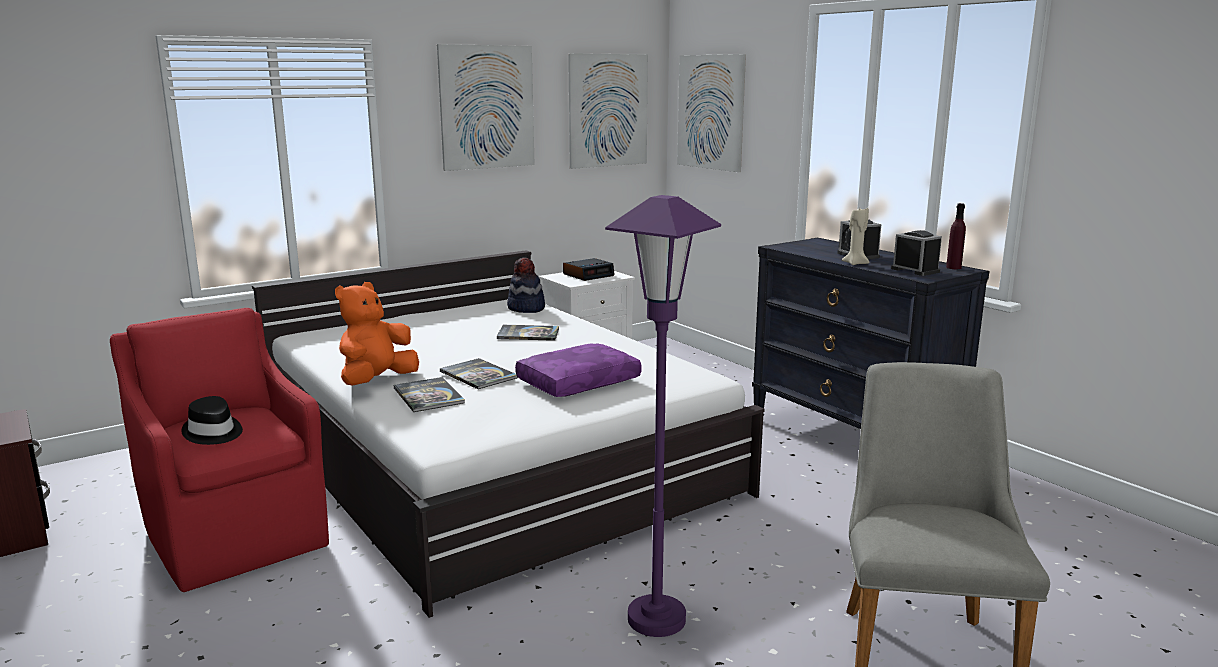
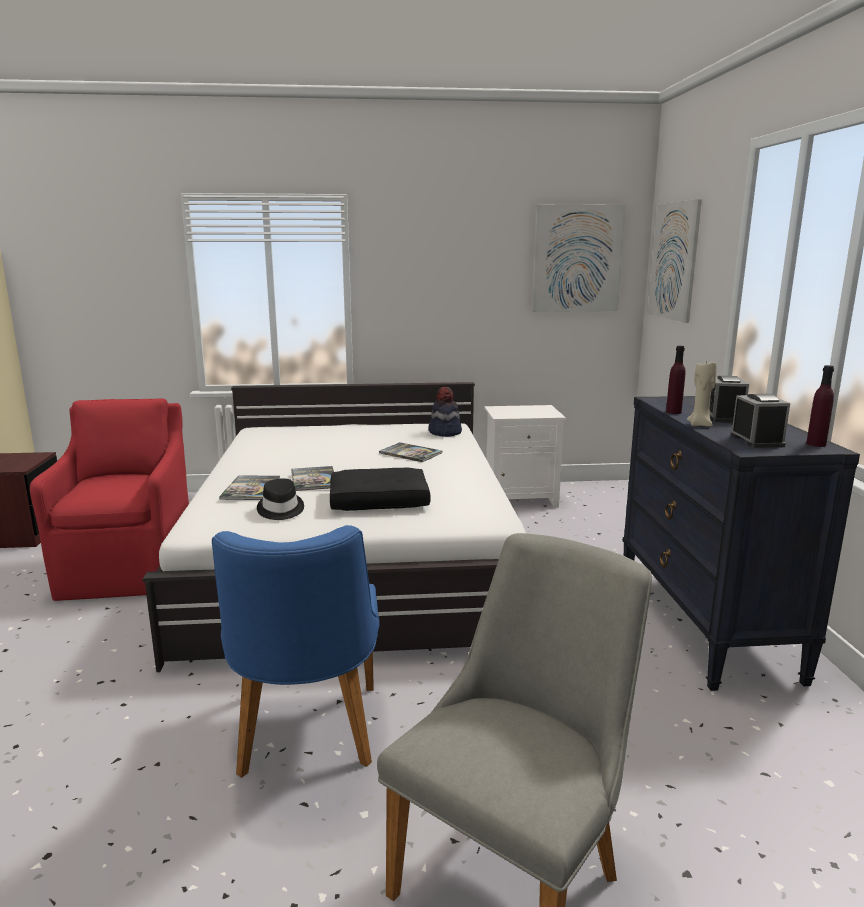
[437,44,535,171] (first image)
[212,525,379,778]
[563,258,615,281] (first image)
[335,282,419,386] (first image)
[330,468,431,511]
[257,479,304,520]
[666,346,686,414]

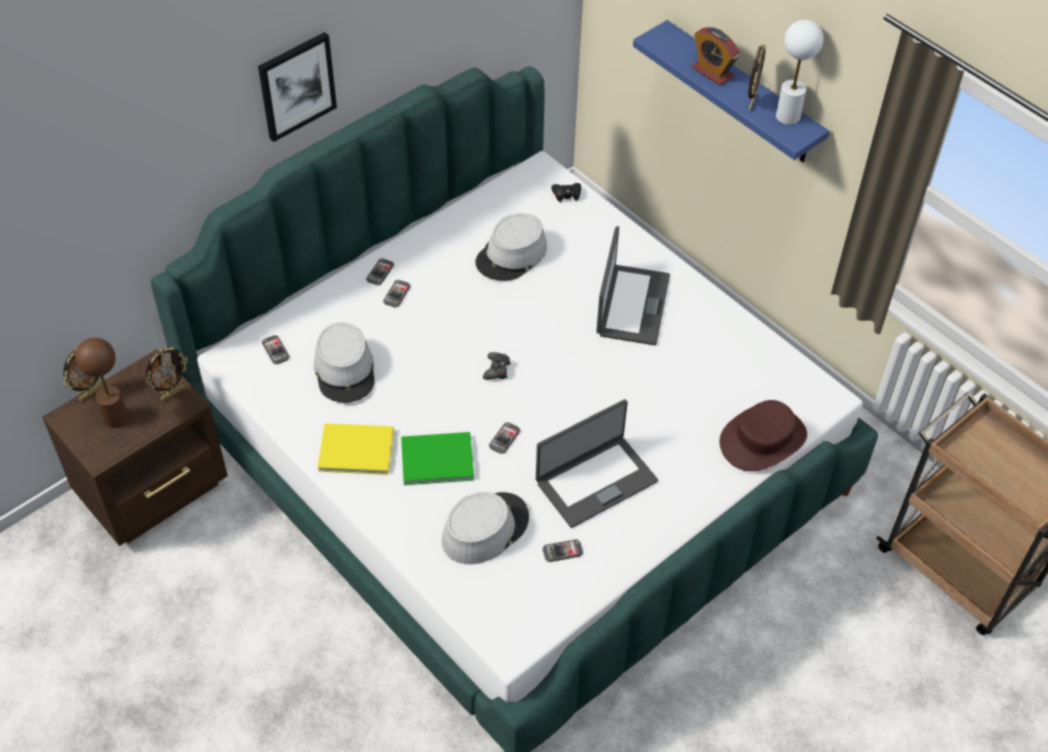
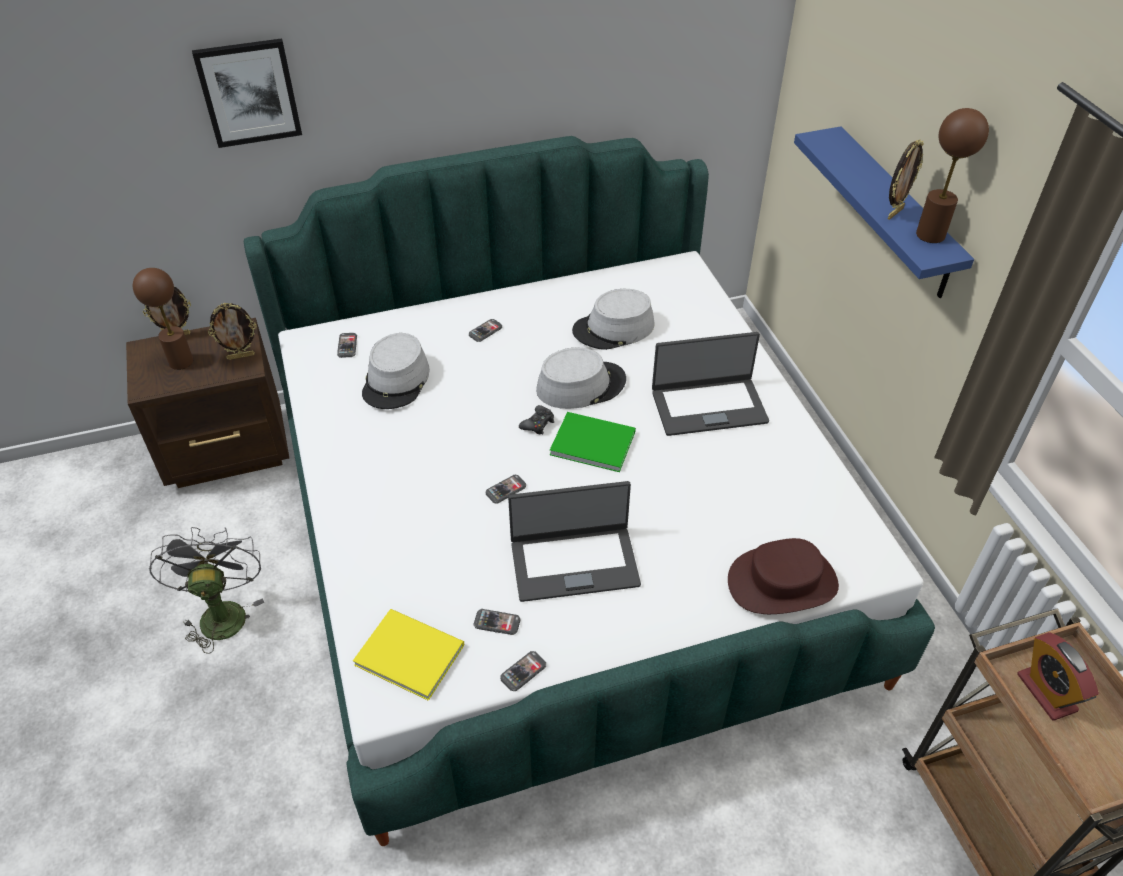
[916,108,989,243]
[1017,632,1099,721]
[192,38,302,148]
[551,183,581,202] (first image)
[652,332,769,436]
[500,651,546,691]
[353,609,464,701]
[550,412,636,472]
[536,348,626,409]
[149,527,264,654]

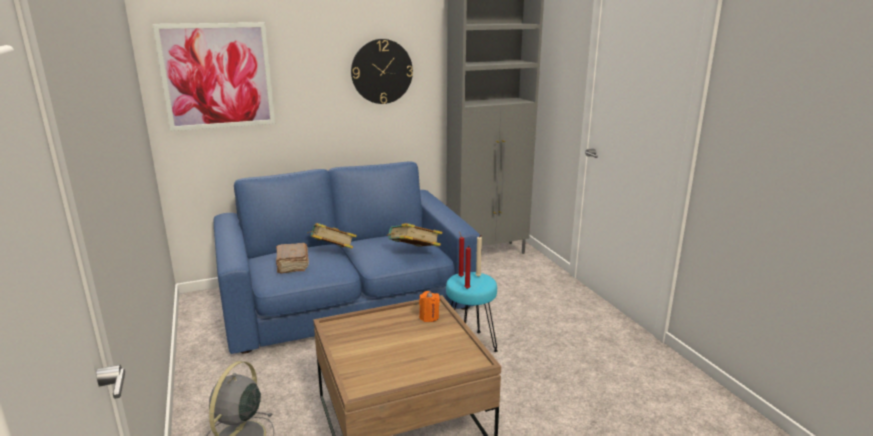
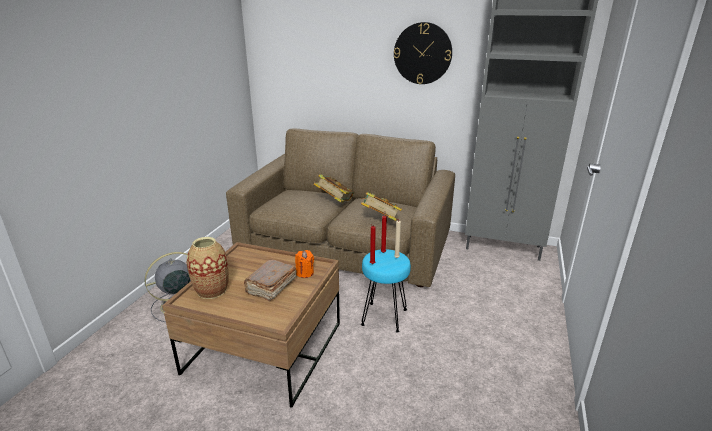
[153,23,275,131] (first image)
[226,129,455,287]
[244,260,297,301]
[187,237,229,299]

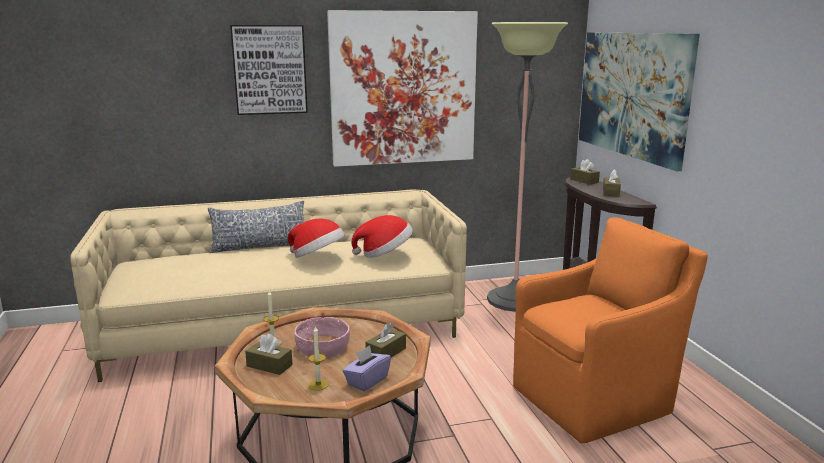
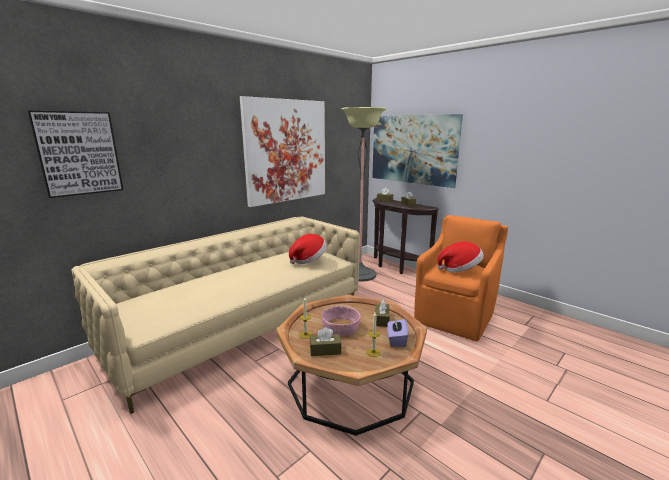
[28,110,123,198]
[208,201,304,253] (first image)
[437,241,484,272]

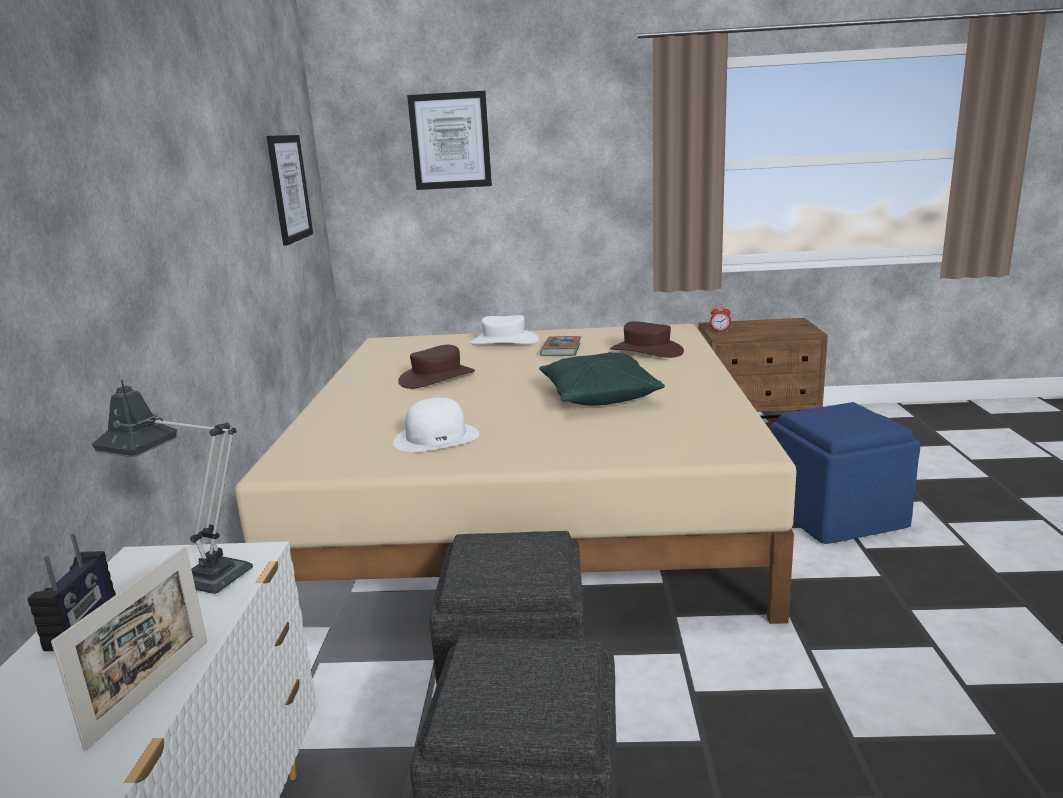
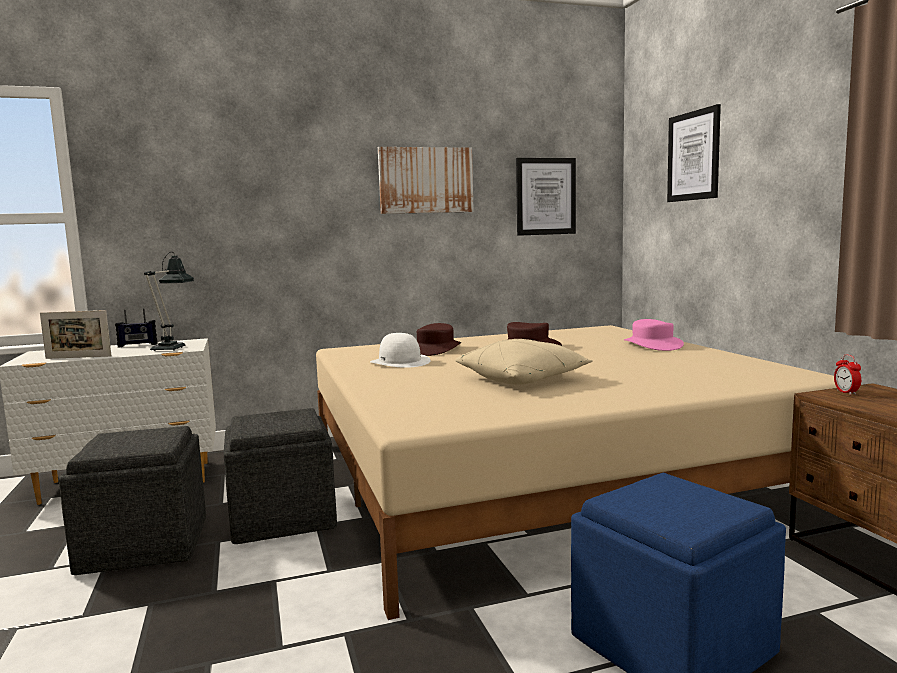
[624,319,684,351]
[417,323,461,356]
[540,336,581,356] (first image)
[455,339,593,385]
[378,147,474,214]

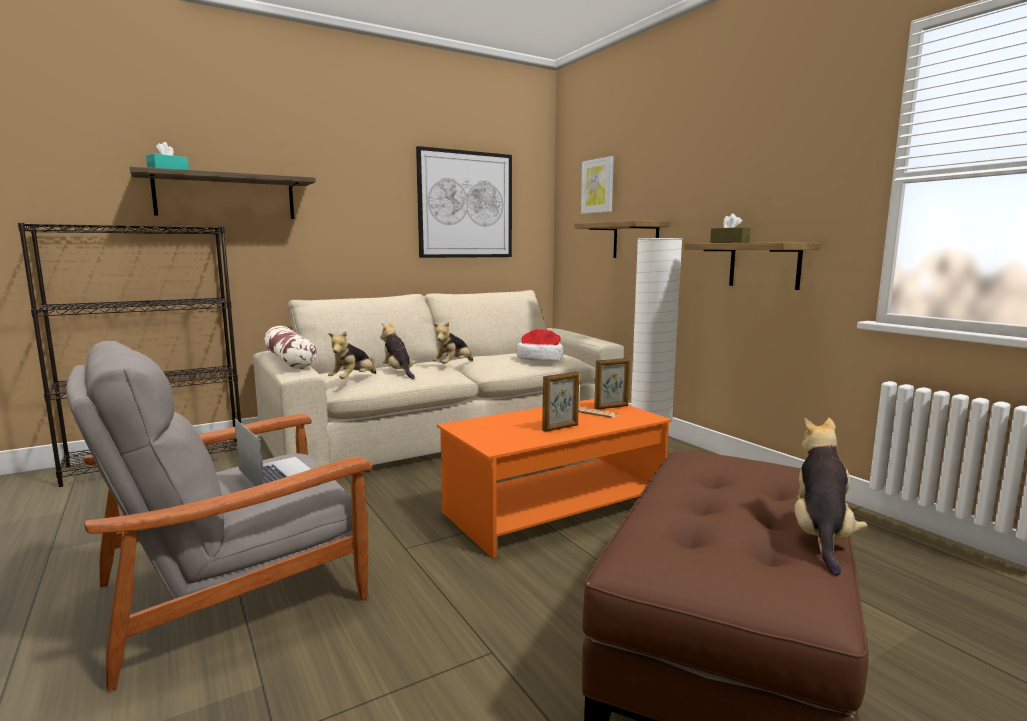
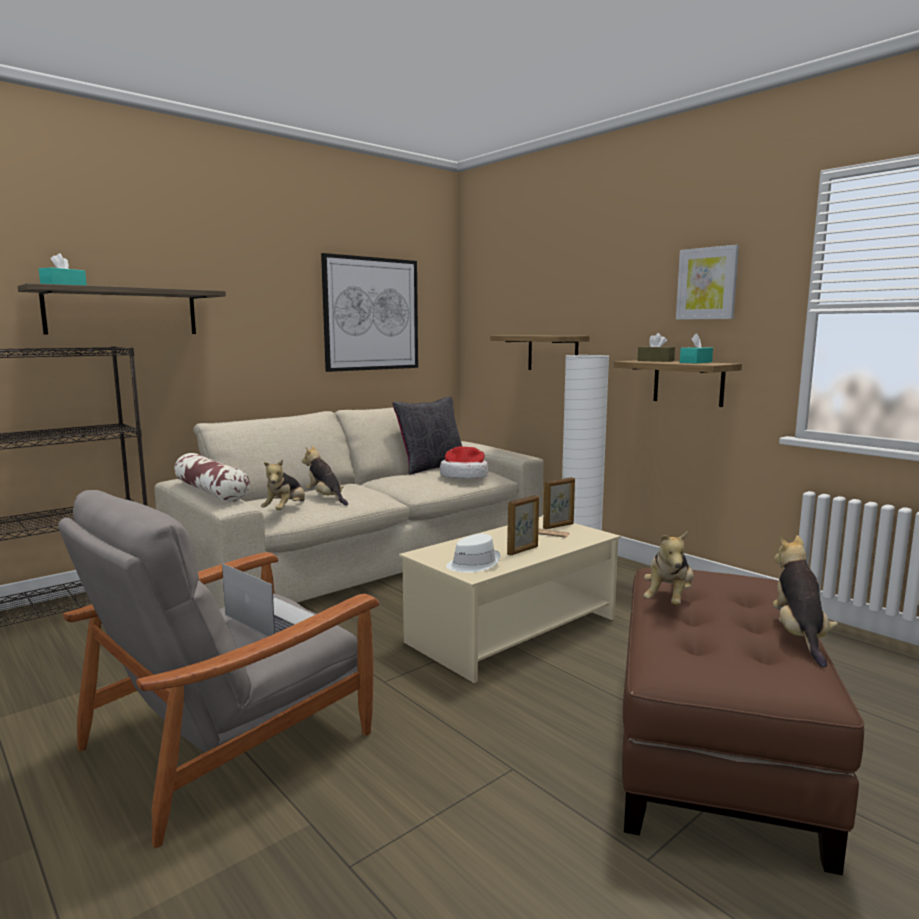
[676,245,739,320]
[644,531,694,606]
[399,516,621,683]
[680,333,713,364]
[392,397,462,475]
[446,534,501,573]

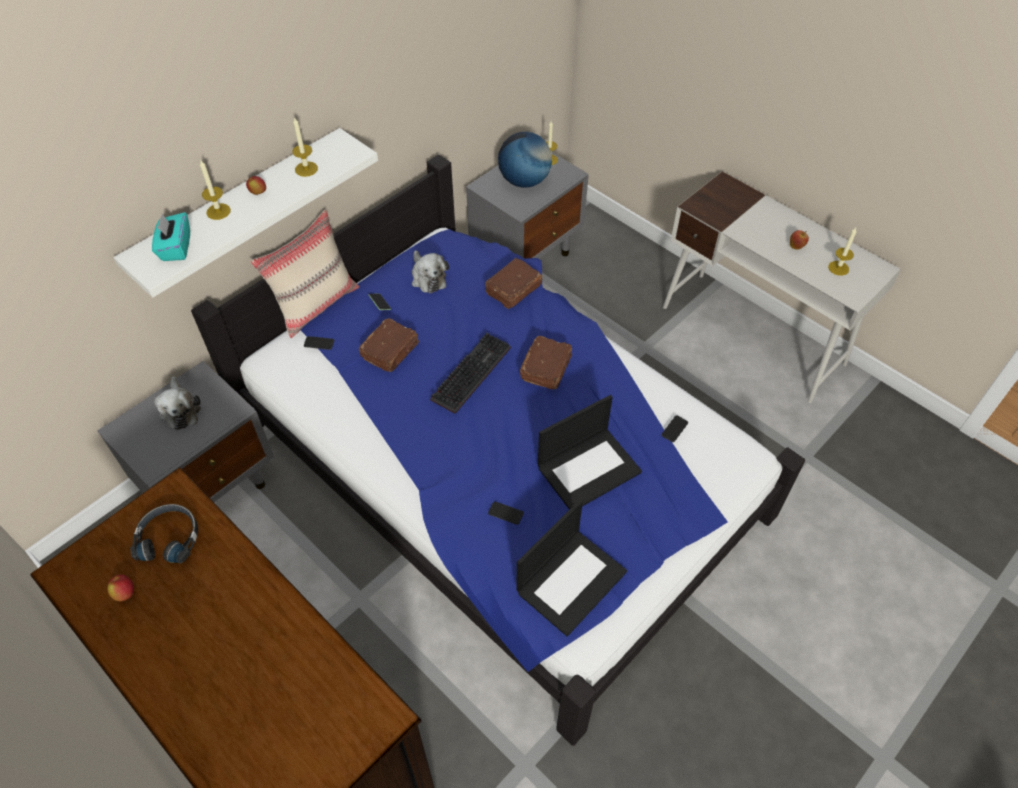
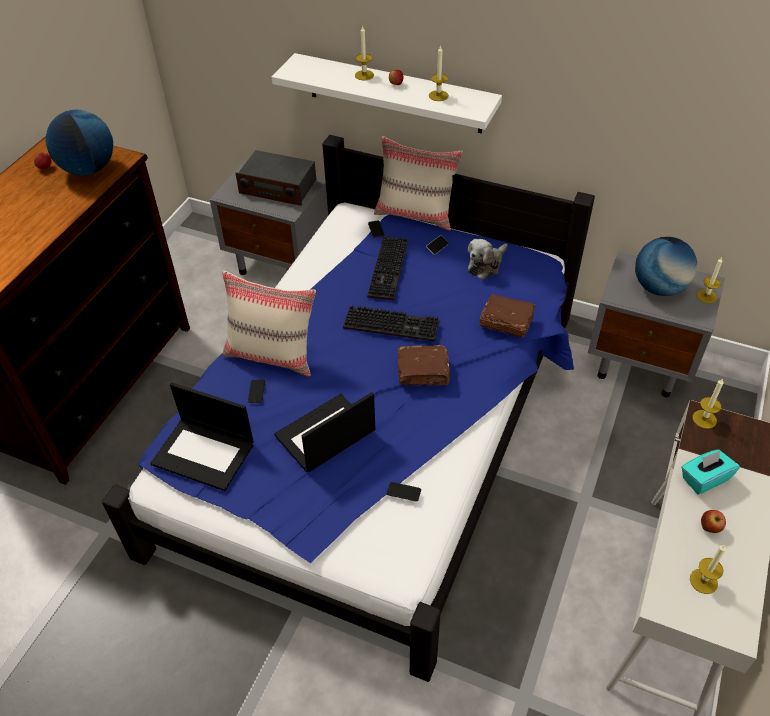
[681,449,740,495]
[367,236,408,300]
[235,150,316,206]
[274,392,376,472]
[45,110,113,176]
[222,270,316,376]
[693,378,723,429]

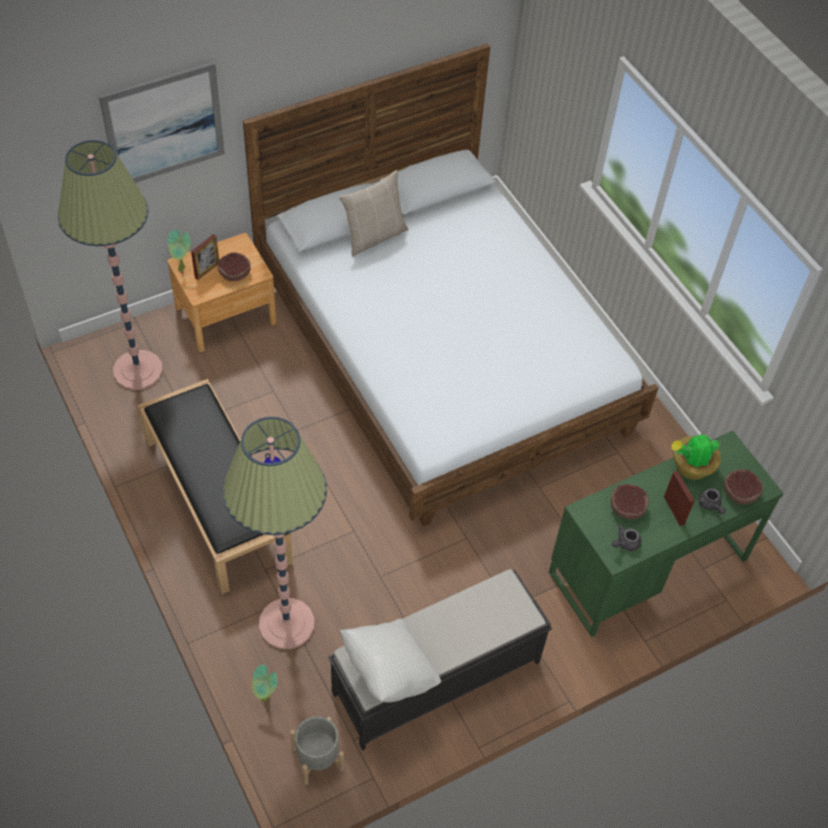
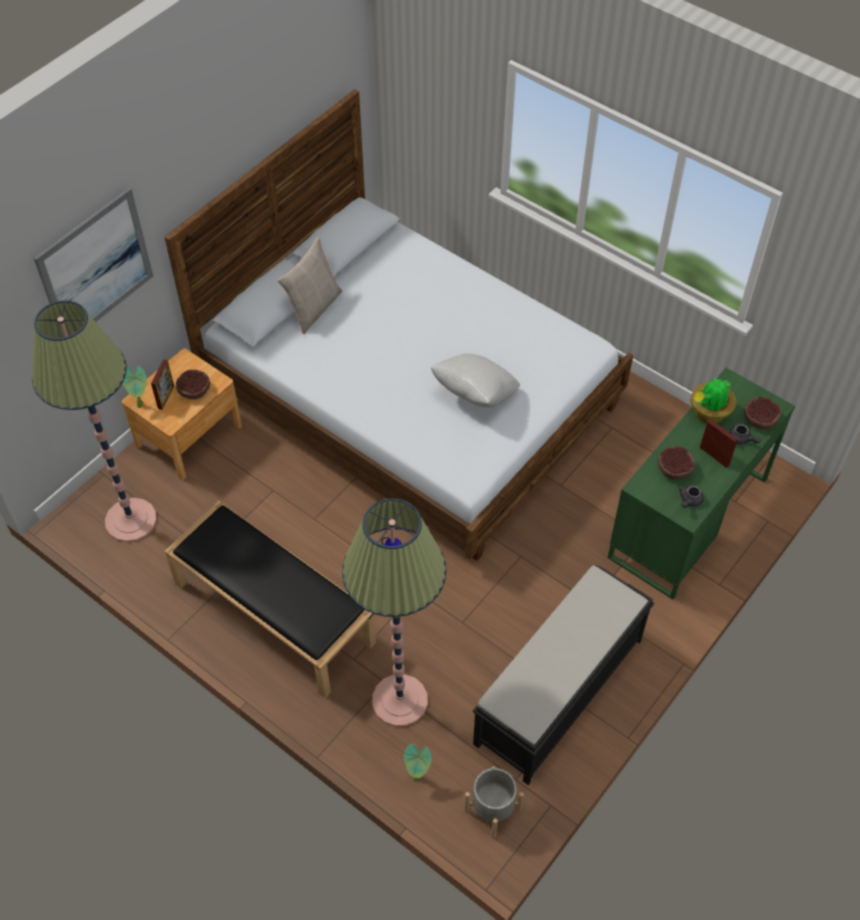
[430,353,520,408]

